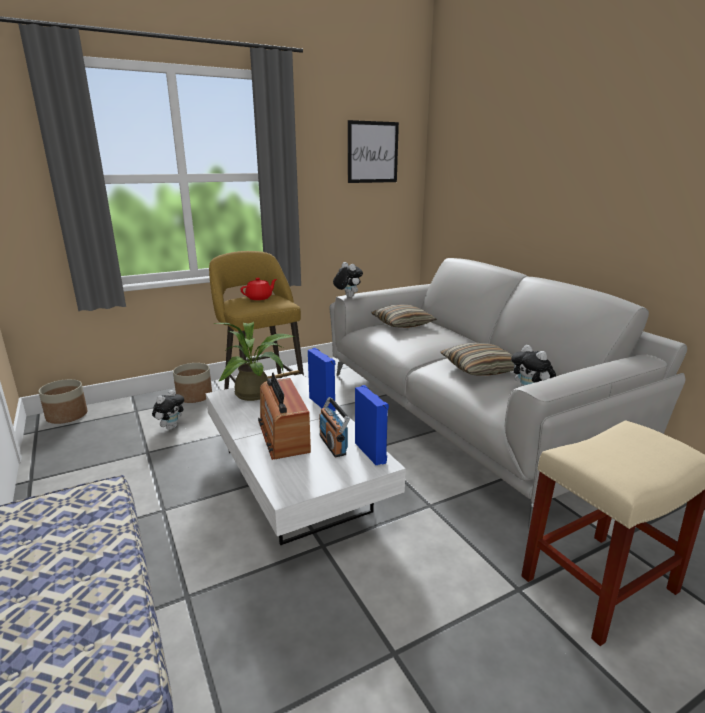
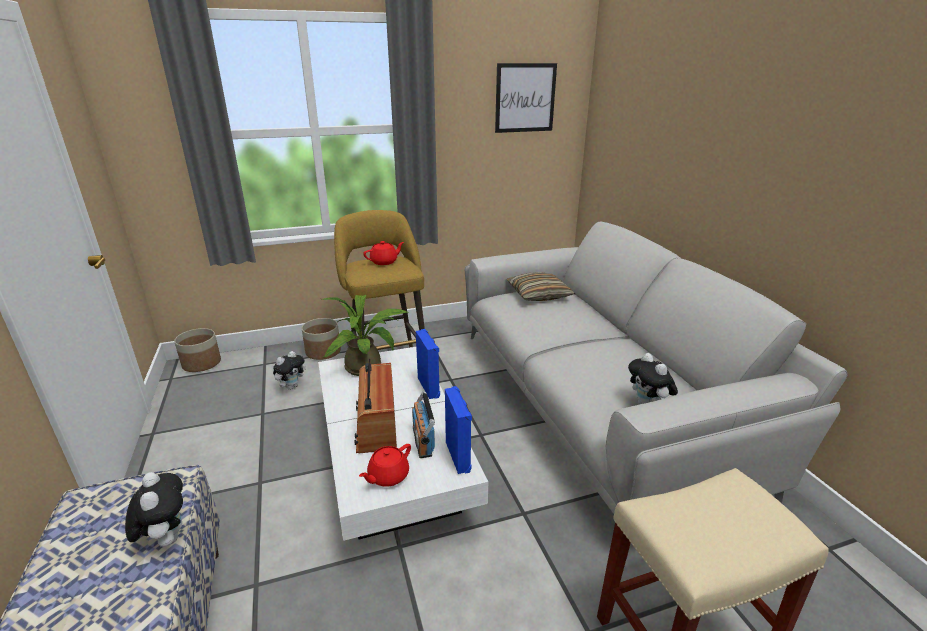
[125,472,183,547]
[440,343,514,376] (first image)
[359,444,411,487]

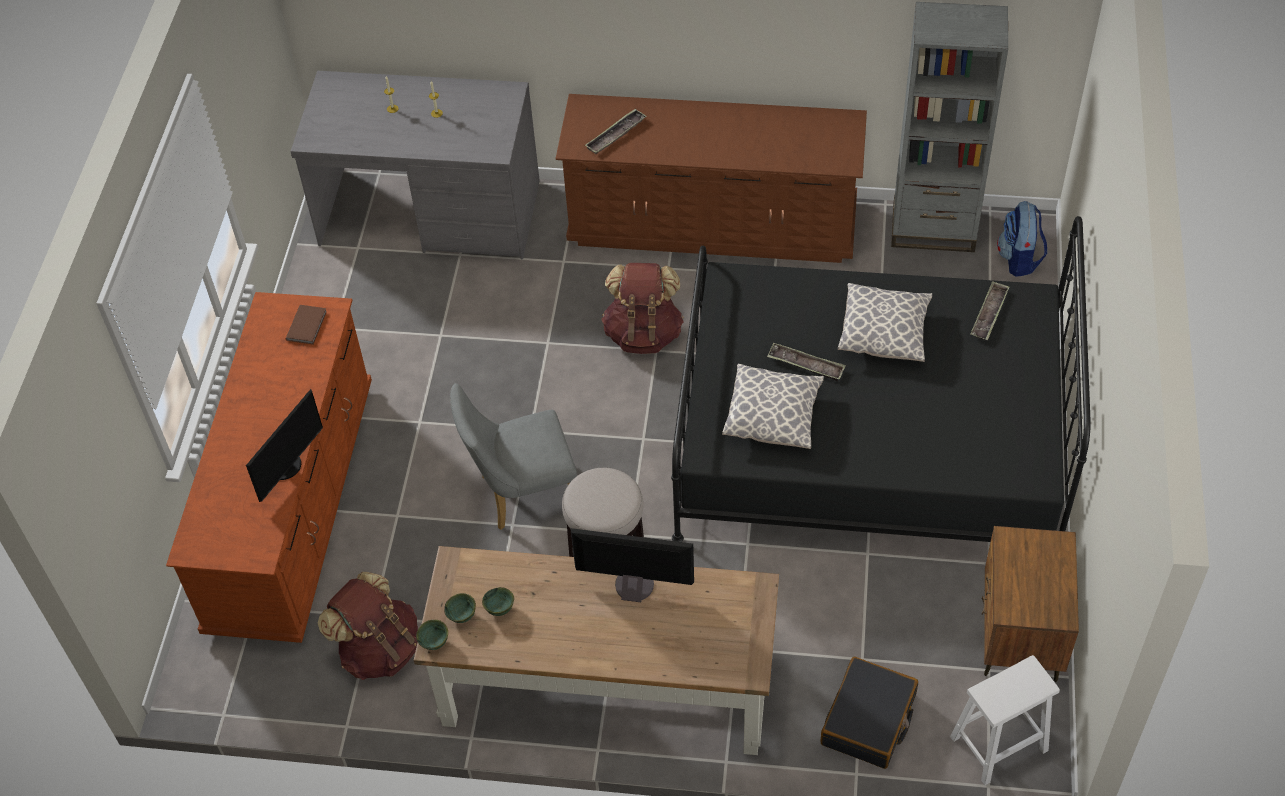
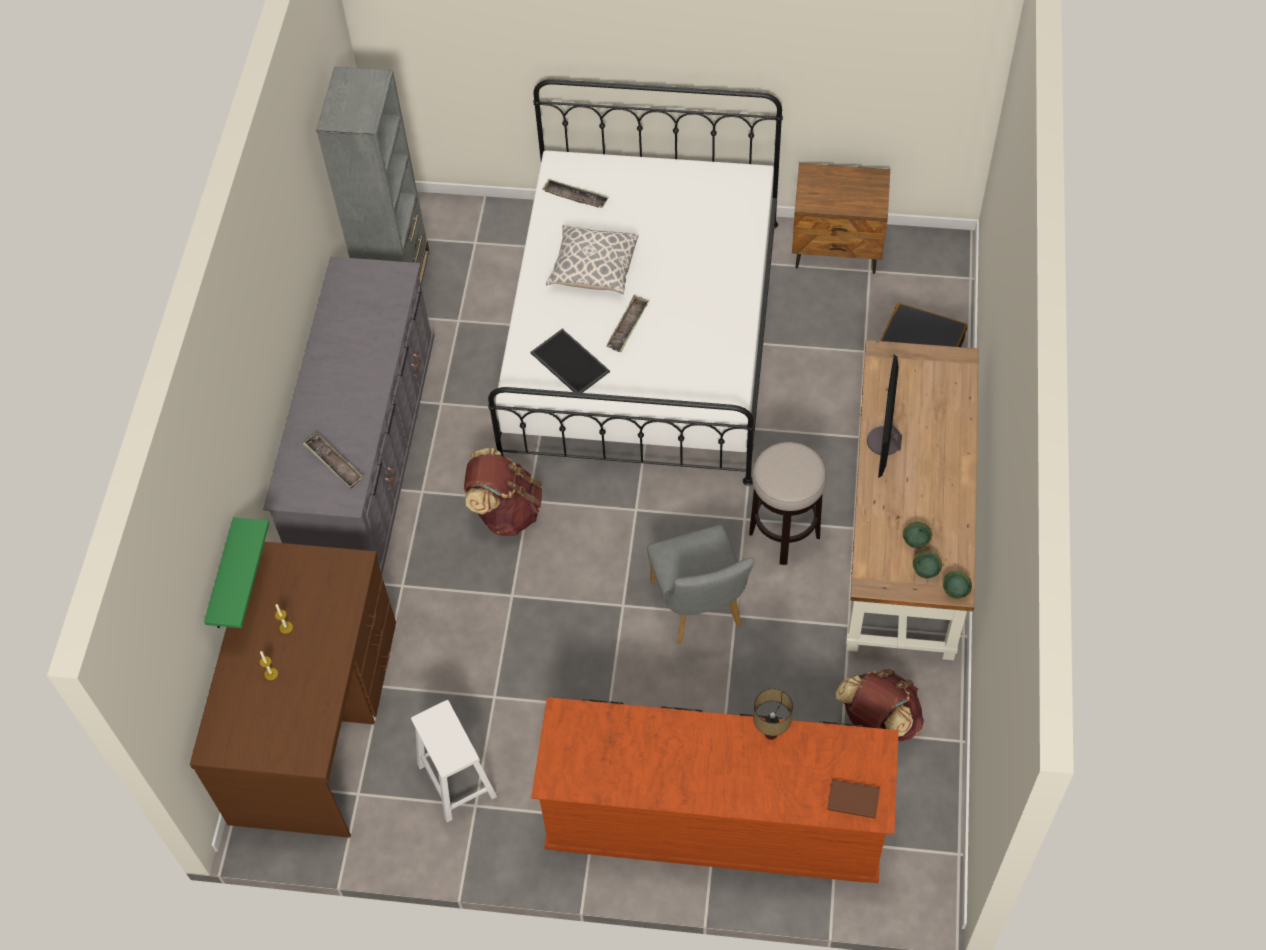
[190,542,396,838]
[263,257,435,574]
[997,201,1047,277] (first image)
[488,79,783,486]
[827,779,880,819]
[722,364,824,449] (first image)
[753,688,793,740]
[411,700,497,822]
[531,329,610,393]
[204,517,269,628]

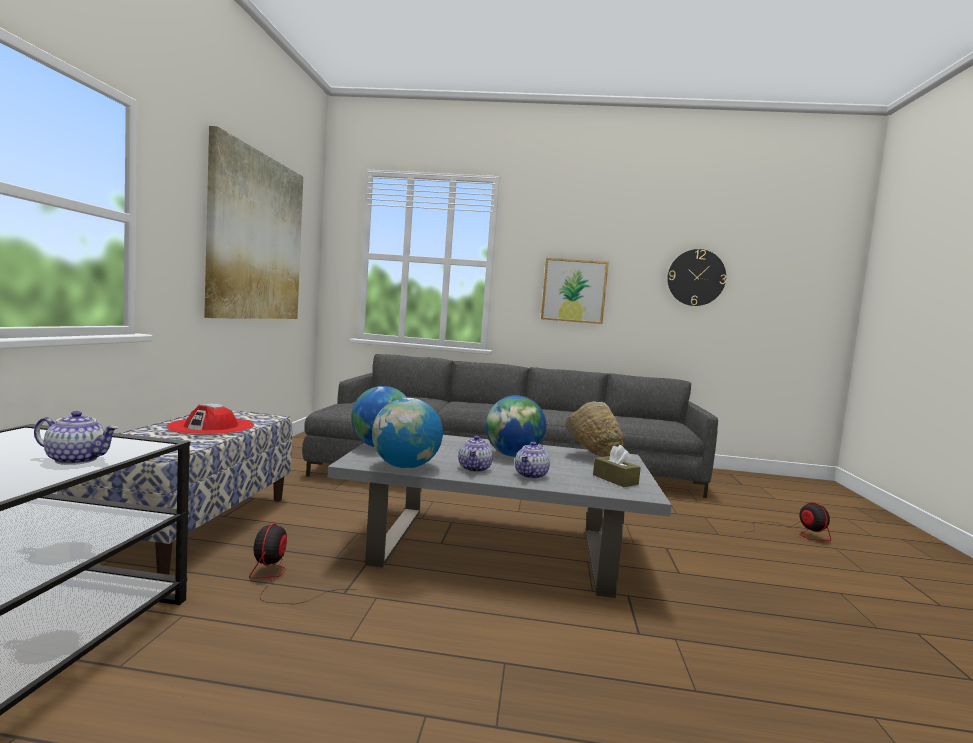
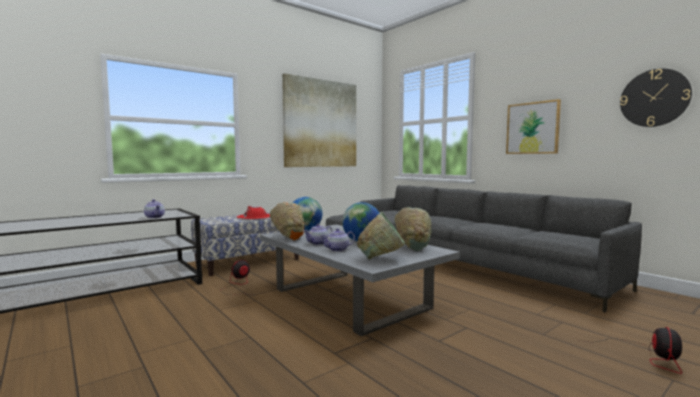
[270,202,304,240]
[357,212,405,260]

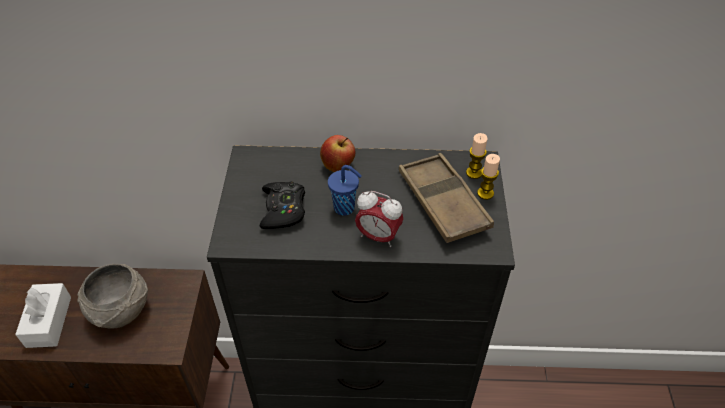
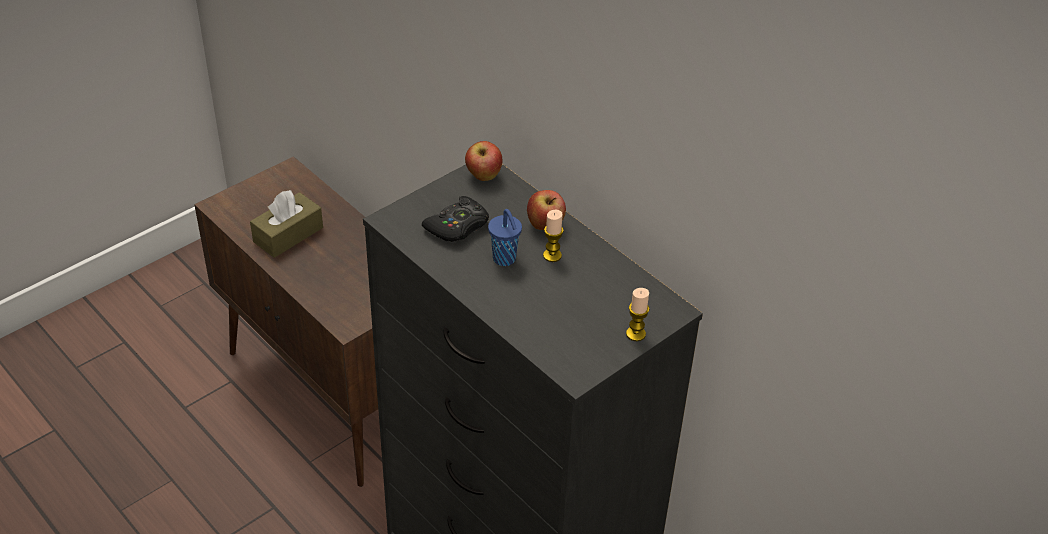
[543,210,564,262]
[399,153,494,243] (first image)
[355,191,404,247] (first image)
[77,264,148,329] (first image)
[250,190,323,258]
[465,141,503,181]

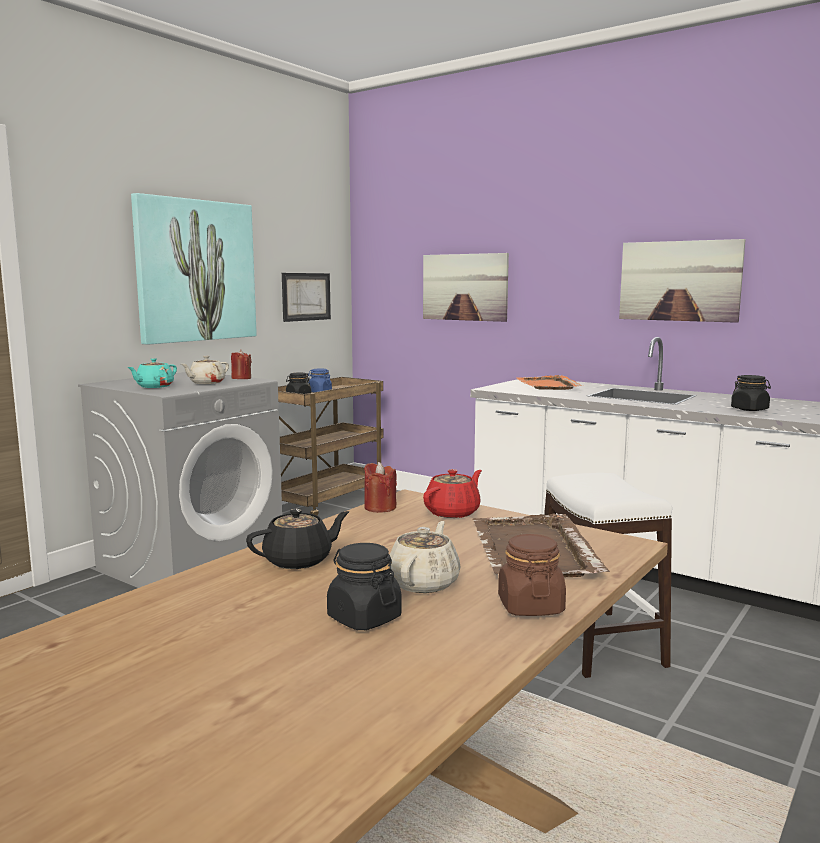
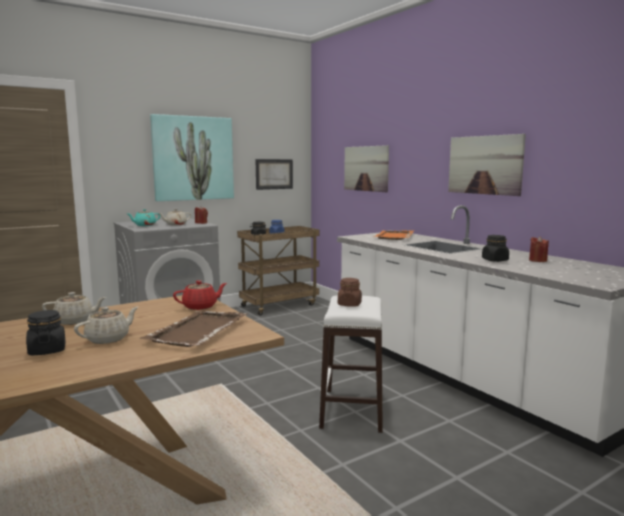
[529,236,549,262]
[42,292,106,325]
[338,278,362,307]

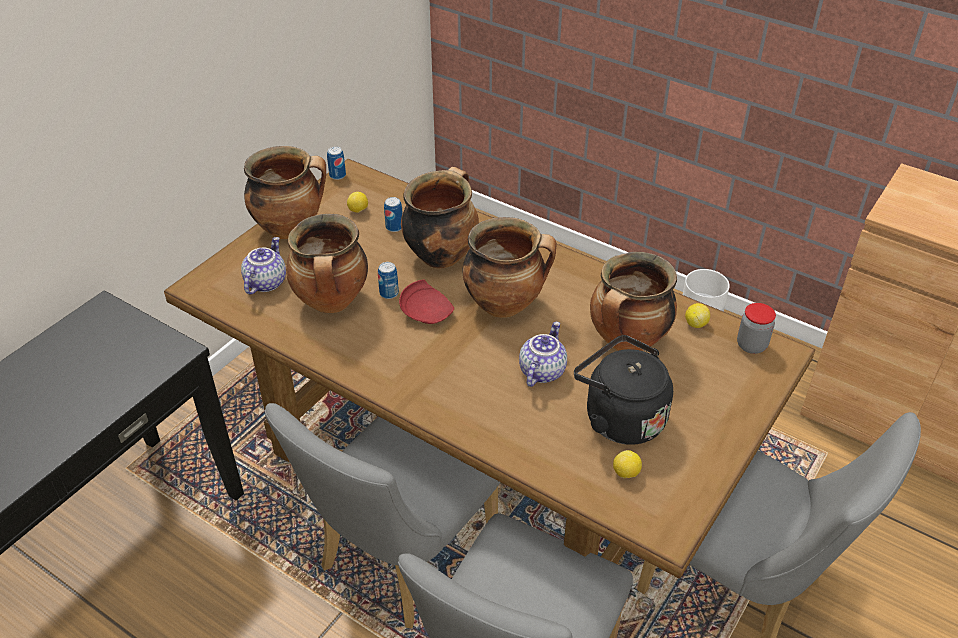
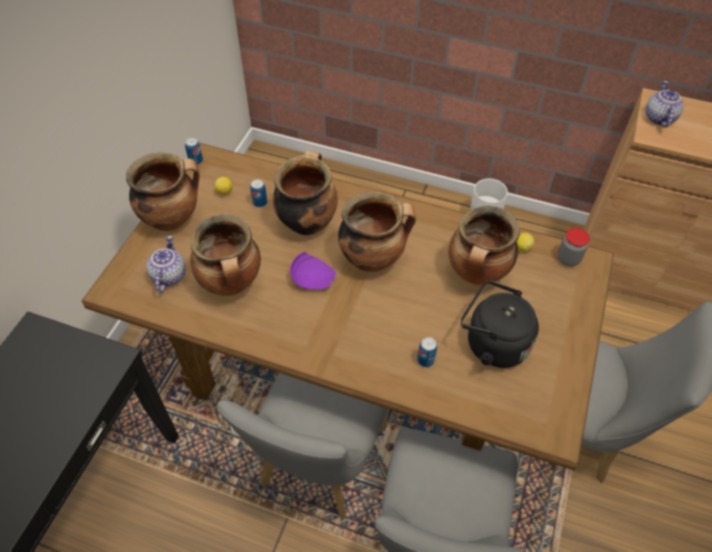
[417,337,437,367]
[290,252,336,290]
[645,81,684,128]
[613,450,642,478] (first image)

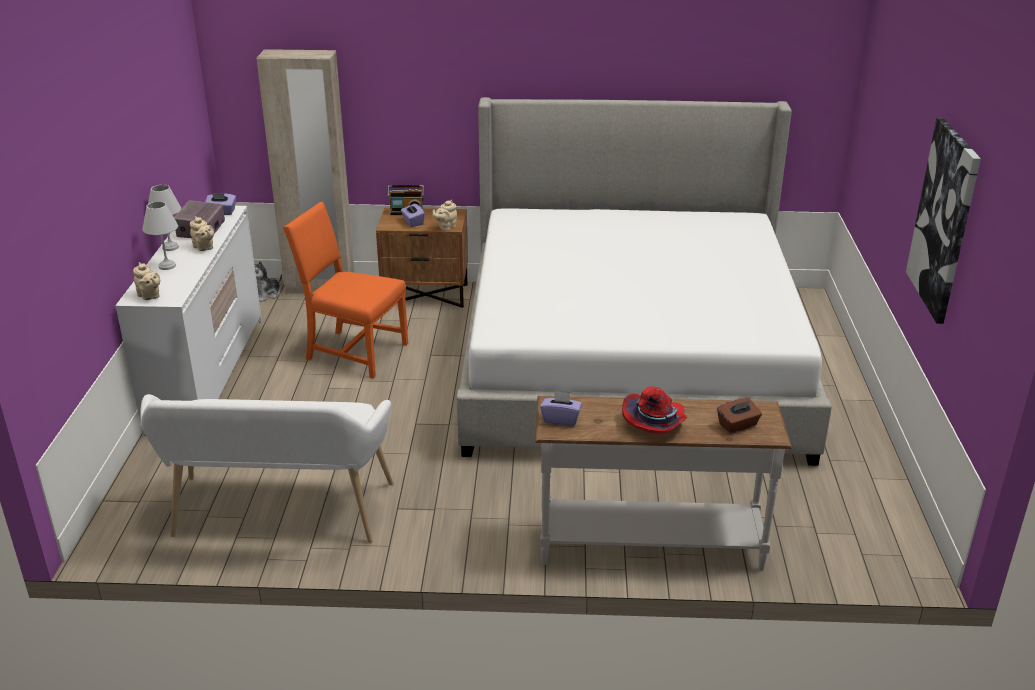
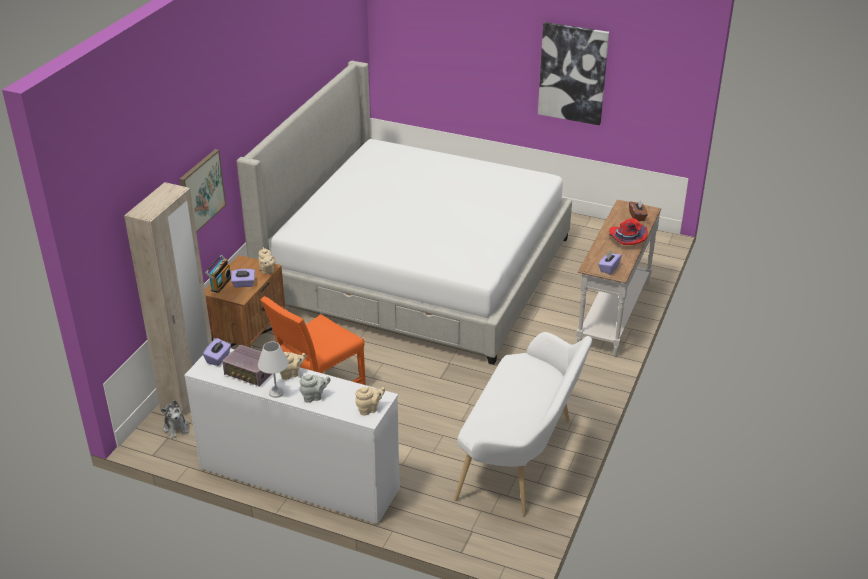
[299,374,331,403]
[179,149,226,233]

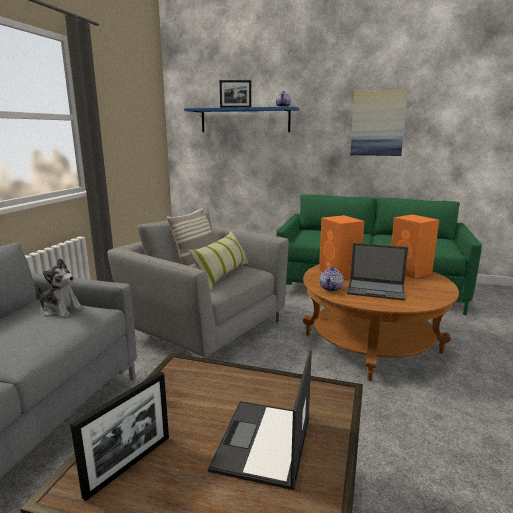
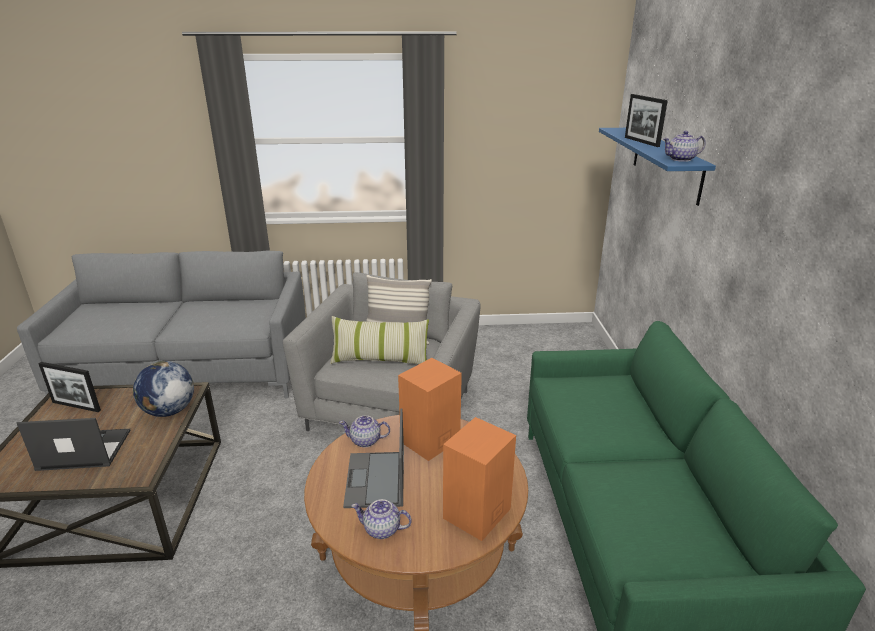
[350,89,408,156] (first image)
[38,258,84,318] (first image)
[133,361,194,417]
[352,499,412,539]

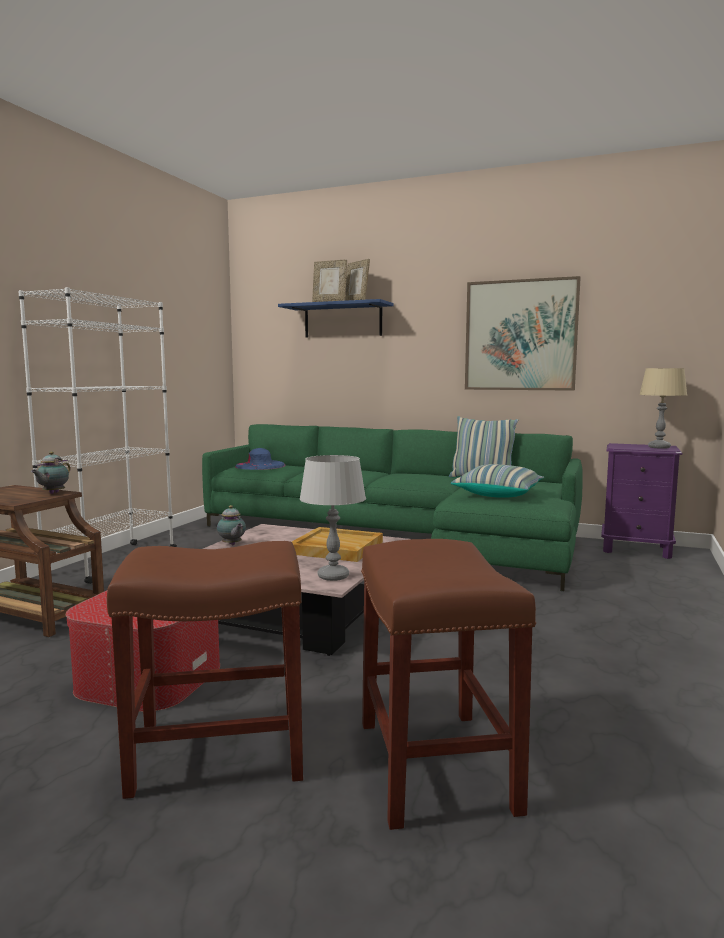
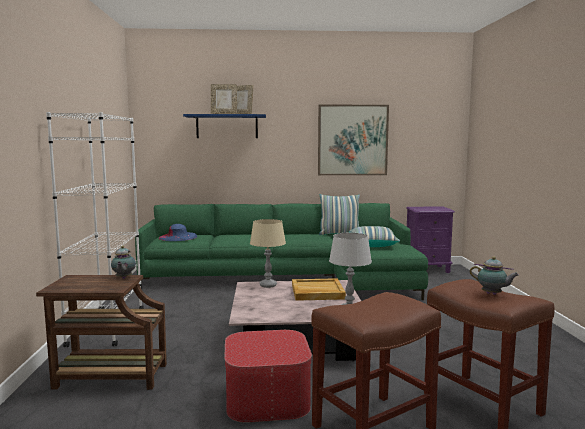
[250,219,286,288]
[470,256,519,295]

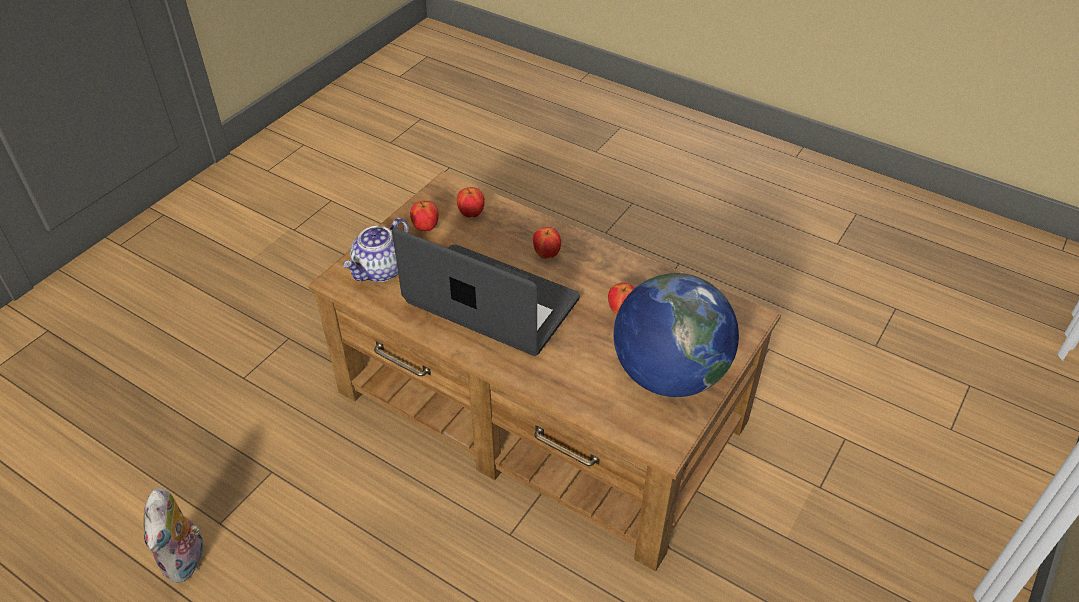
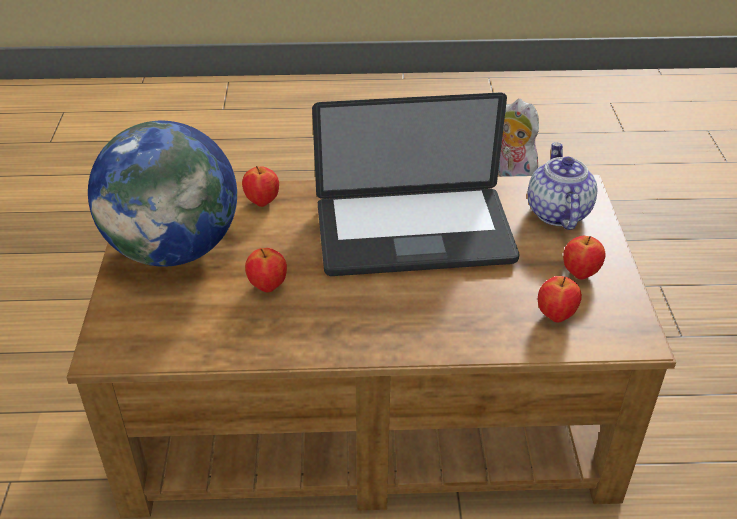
[242,166,279,207]

